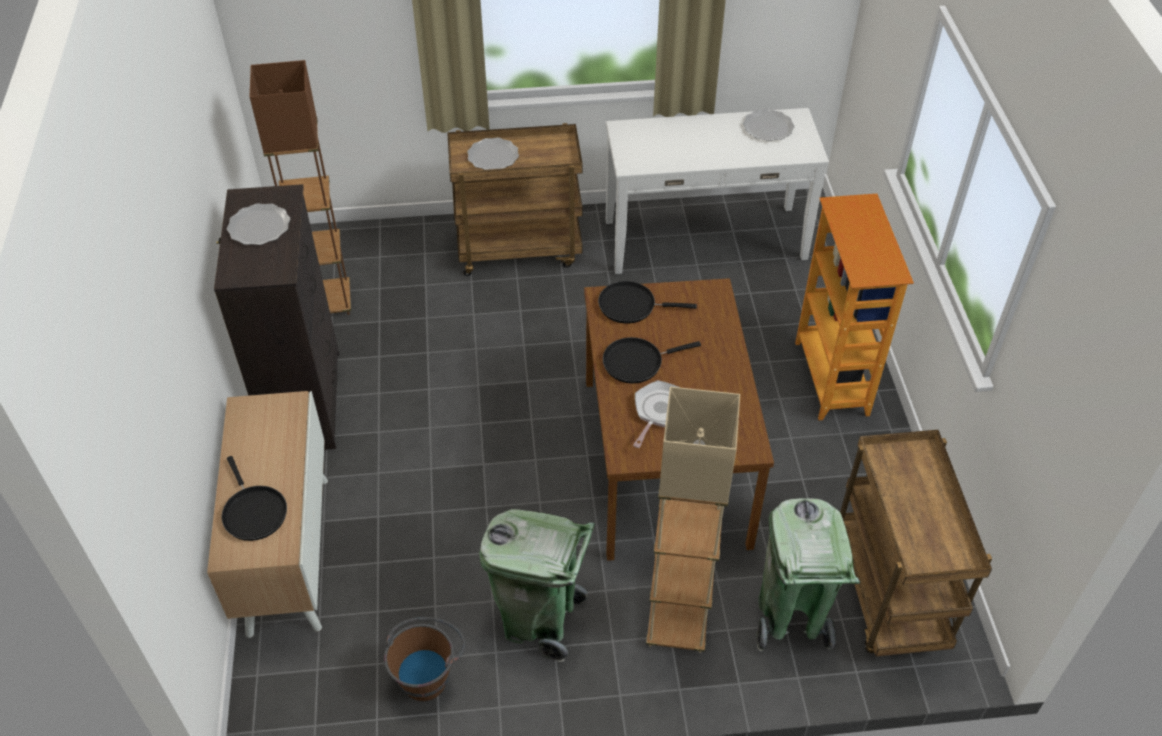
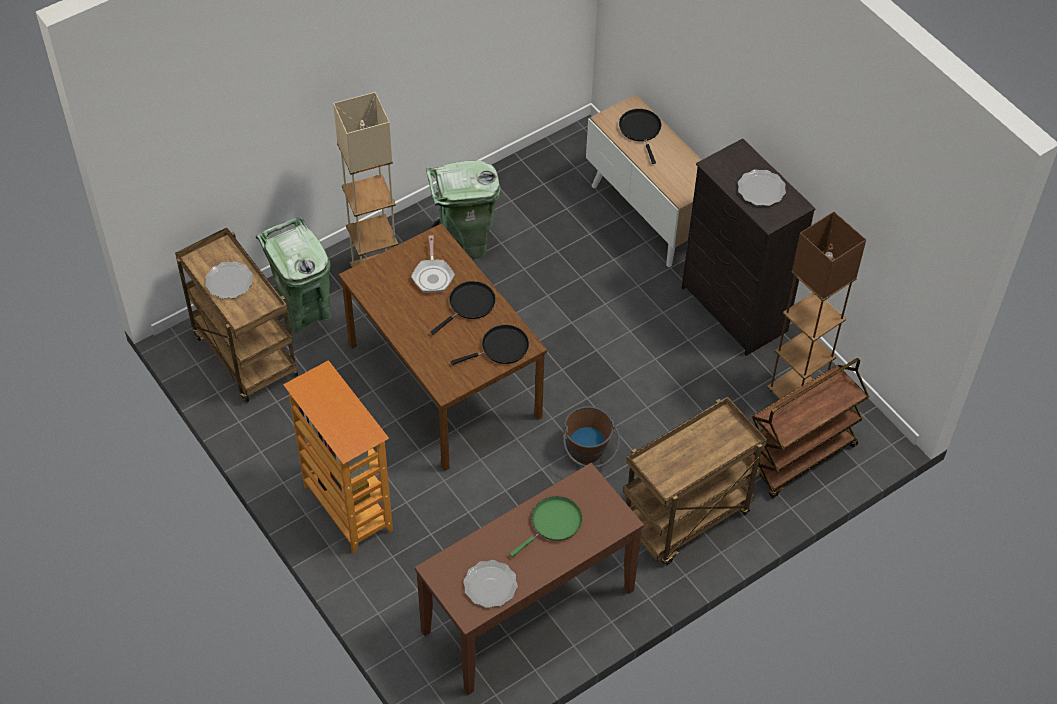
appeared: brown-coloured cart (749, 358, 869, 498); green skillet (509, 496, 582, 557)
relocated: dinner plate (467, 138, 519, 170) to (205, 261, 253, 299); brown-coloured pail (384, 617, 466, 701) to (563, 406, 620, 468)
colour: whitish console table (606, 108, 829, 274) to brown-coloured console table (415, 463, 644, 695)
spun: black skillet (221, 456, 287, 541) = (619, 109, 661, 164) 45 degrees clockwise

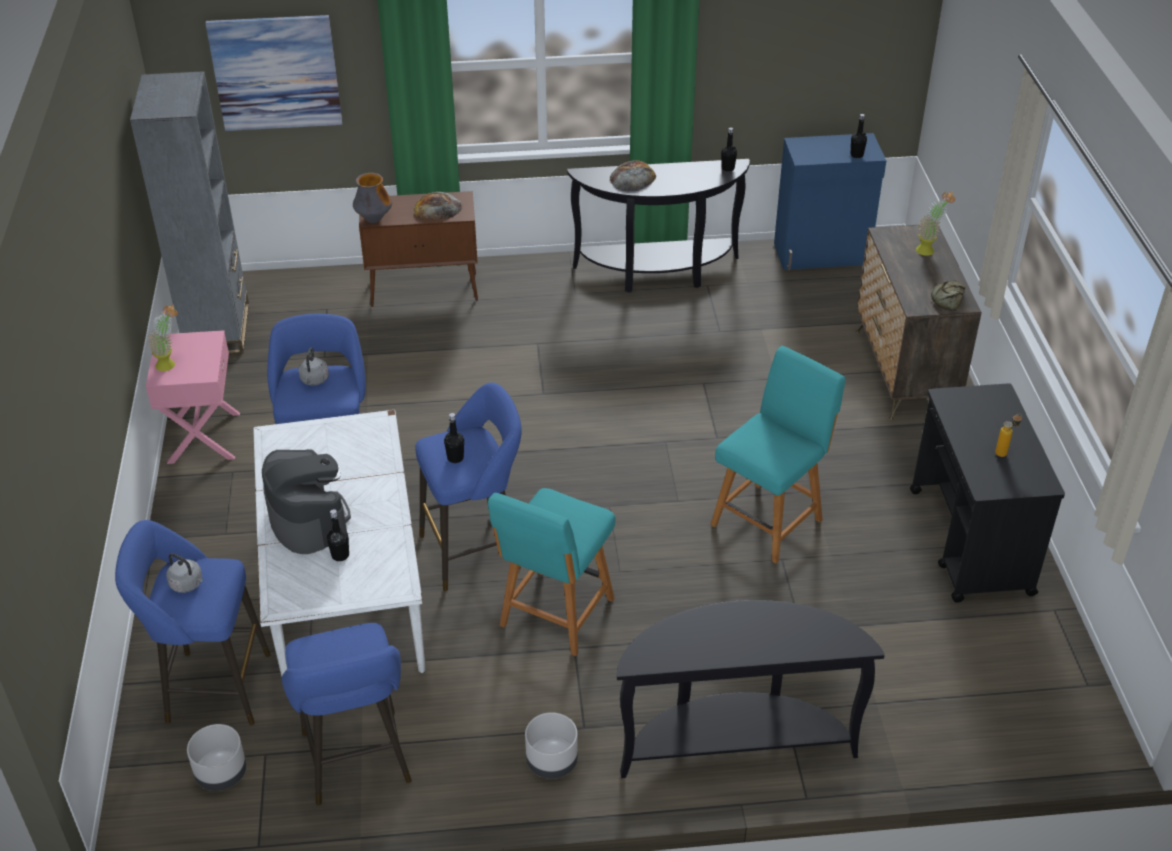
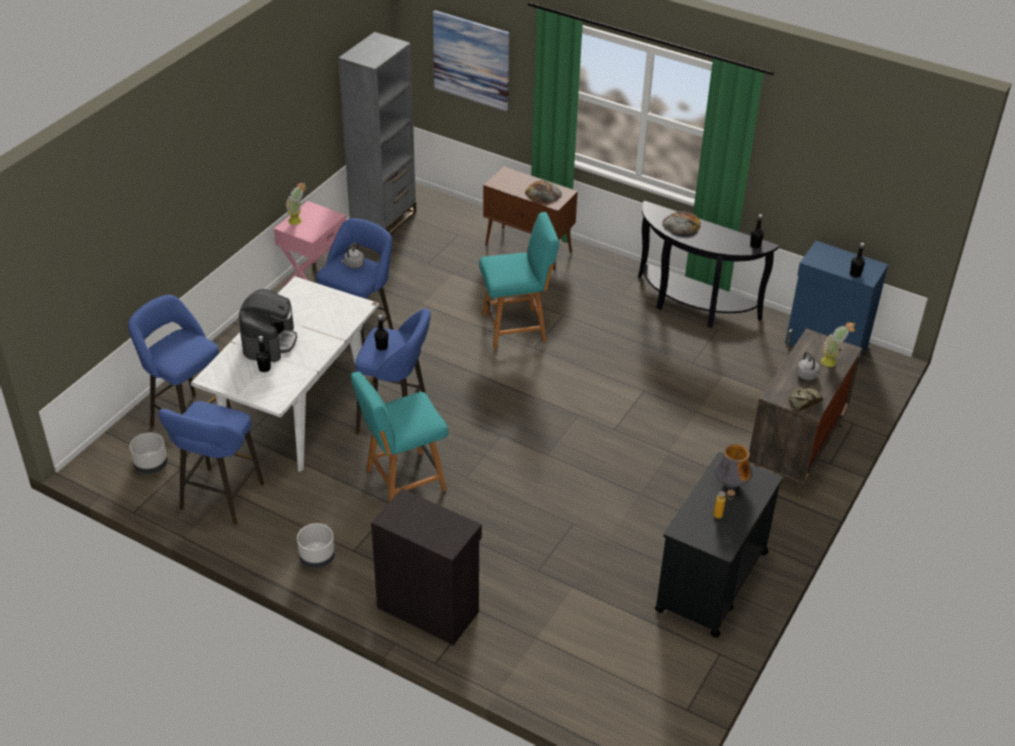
relocated: decorative vase (353, 173, 392, 223) to (714, 443, 753, 488); turquoise upright chair (710, 346, 846, 564) to (479, 212, 559, 349); gray tea kettle (166, 553, 203, 593) to (796, 352, 820, 380)
exchanged: black console table (617, 600, 885, 778) to black cupboard (371, 489, 482, 645)

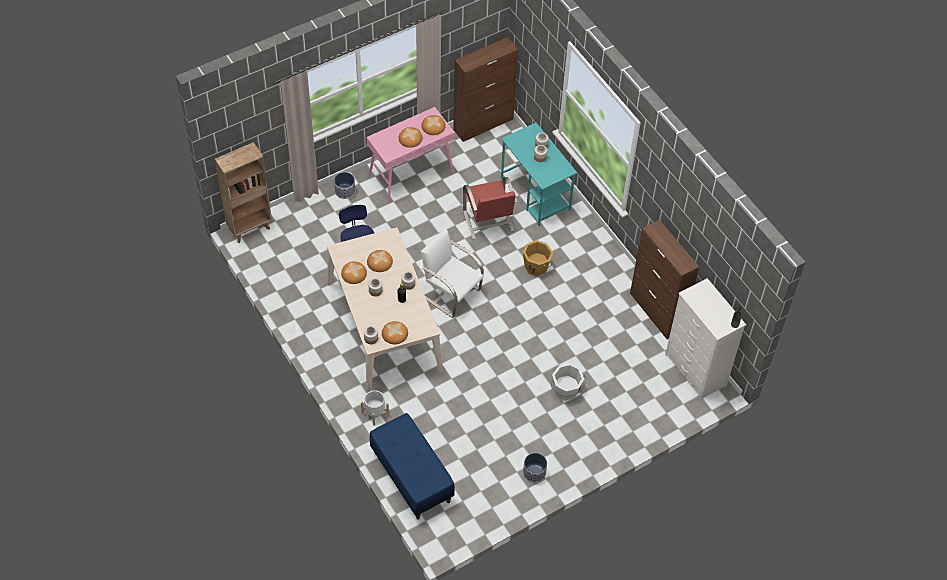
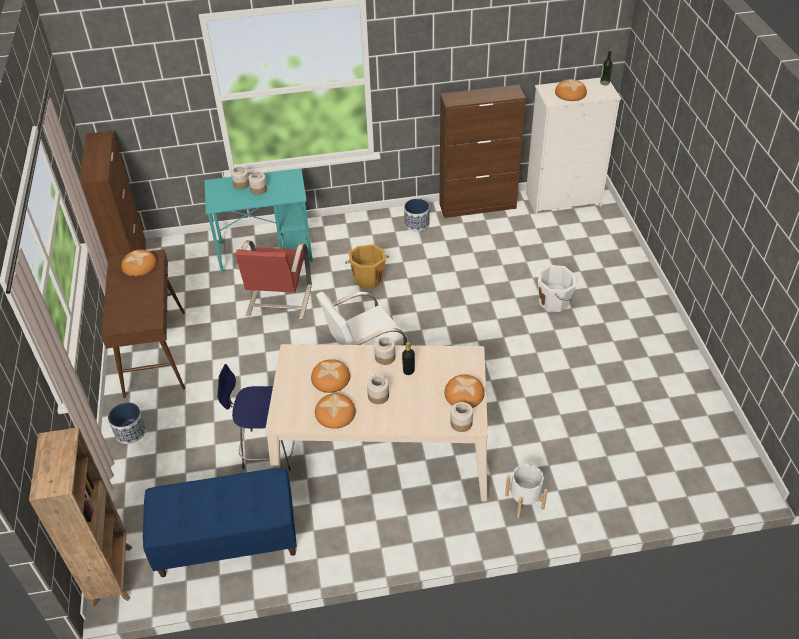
relocated: baked bread (399, 127, 422, 148) to (555, 79, 587, 101); bluish bench (370, 413, 455, 520) to (143, 467, 297, 577); planter (523, 453, 547, 483) to (404, 199, 429, 231)
colour: pink console table (366, 107, 455, 203) to brown-coloured console table (101, 249, 185, 398)
spun: red-coloured upright chair (463, 177, 517, 239) = (235, 240, 312, 319) 90 degrees clockwise

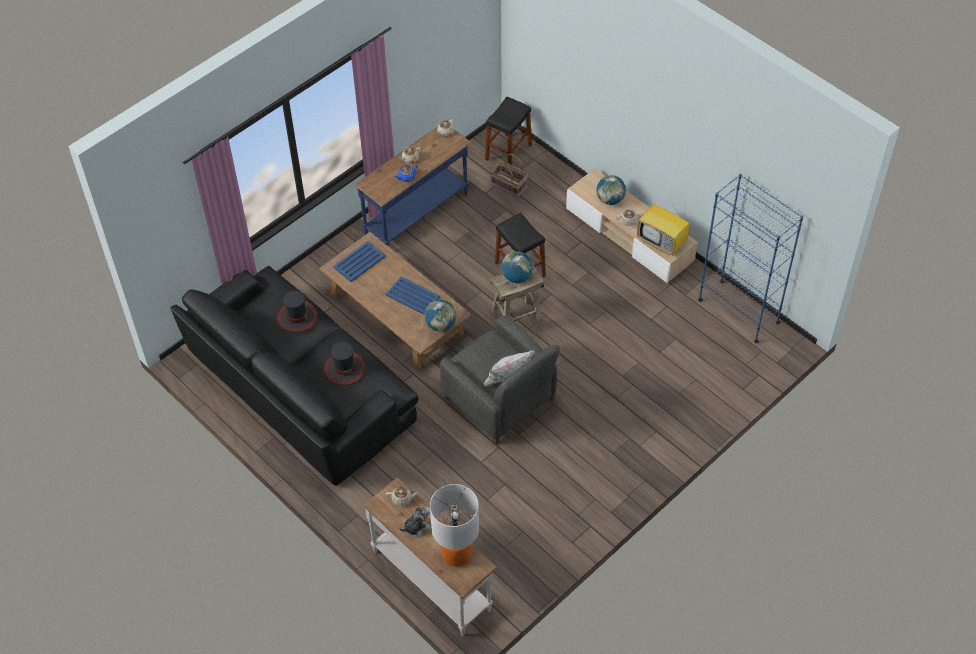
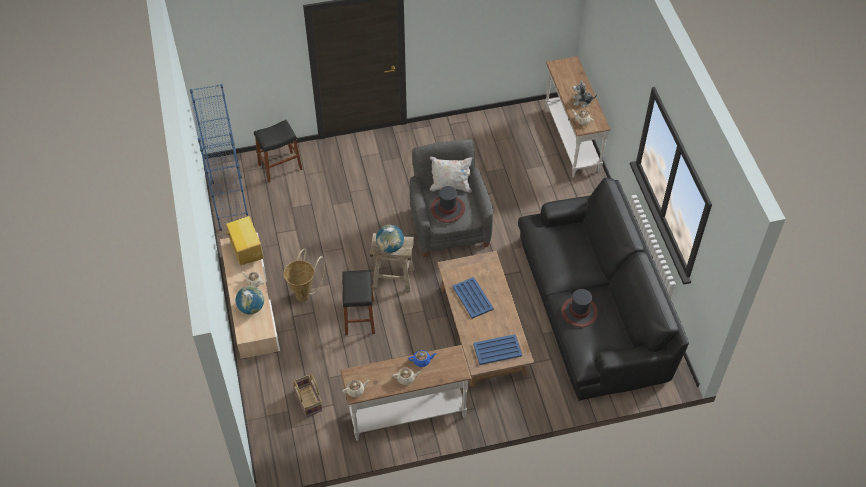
missing: desk globe (425, 300, 456, 331); tabletop lamp (430, 484, 479, 567)
appeared: basket (284, 249, 325, 301)
relocated: black sitting stool (485, 97, 532, 165) to (254, 120, 303, 183); clothing hat (324, 342, 365, 386) to (431, 186, 465, 223)
colour: bluish console table (355, 126, 472, 247) to whitish console table (340, 345, 472, 441)

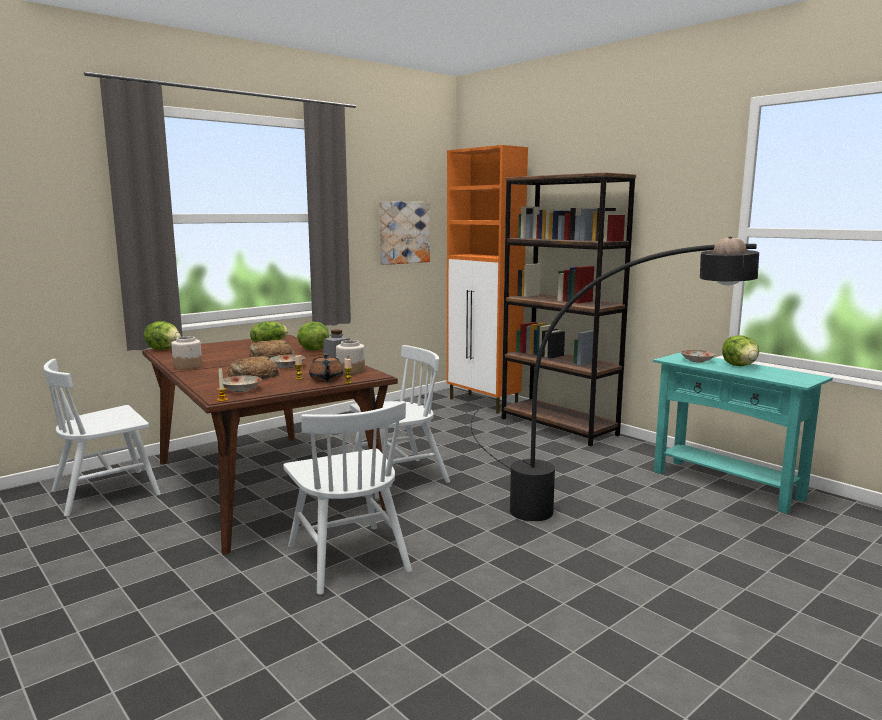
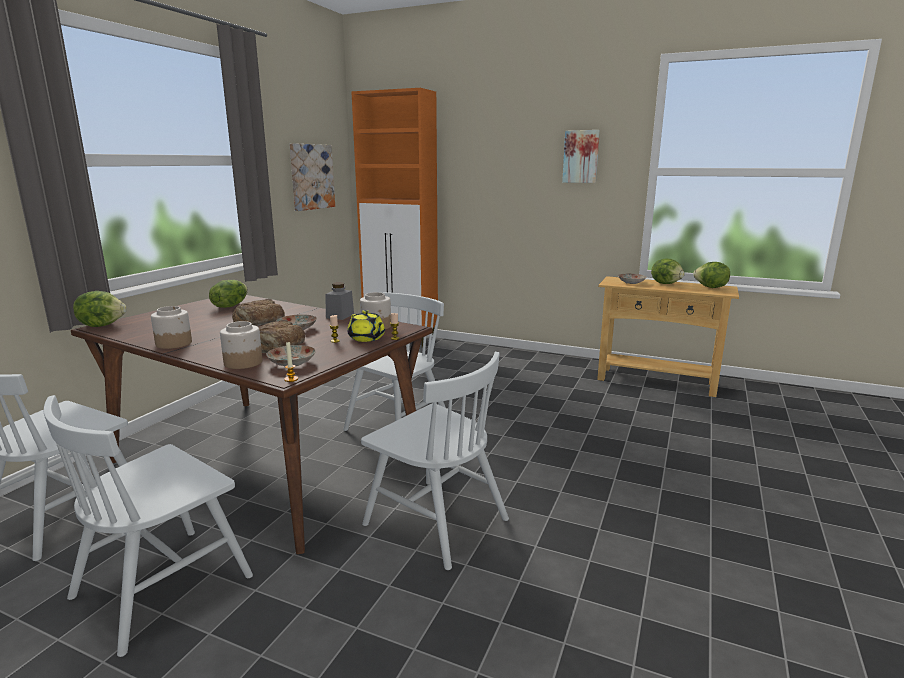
missing: brown-coloured shelving unit (502, 172, 636, 446); black standard lamp (471, 237, 759, 521)
appeared: wall picture (562, 130, 600, 183); jar (220, 321, 263, 369); whitish upright chair (44, 395, 253, 657)
relocated: lettuce head (297, 322, 329, 350) to (693, 262, 730, 288)
colour: turquoise console table (653, 352, 833, 514) to beige console table (597, 276, 739, 397); brown-coloured tea pot (309, 354, 343, 382) to yellowish tea pot (347, 310, 385, 342)

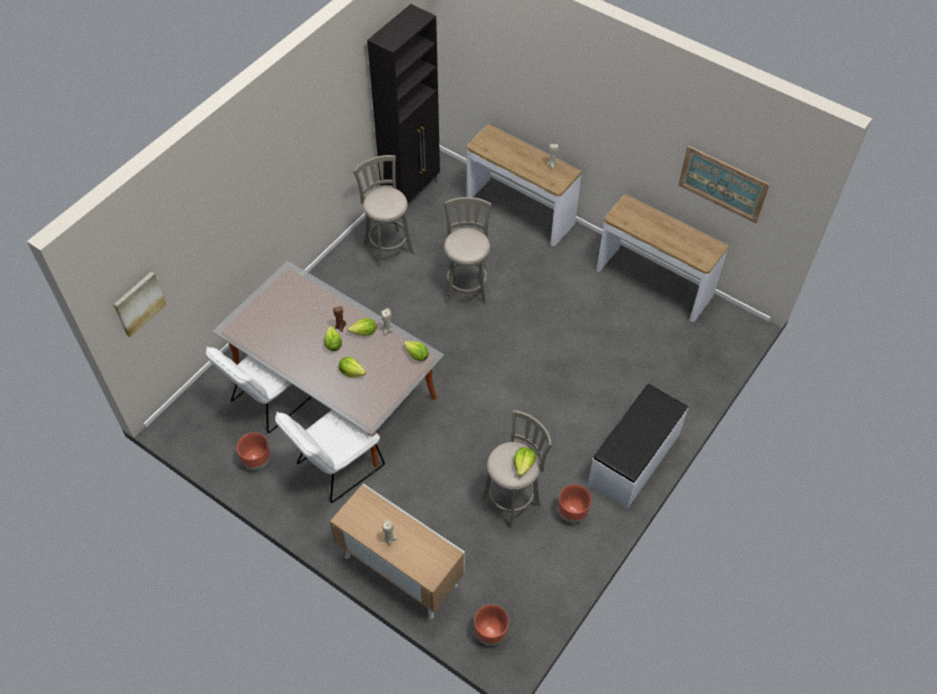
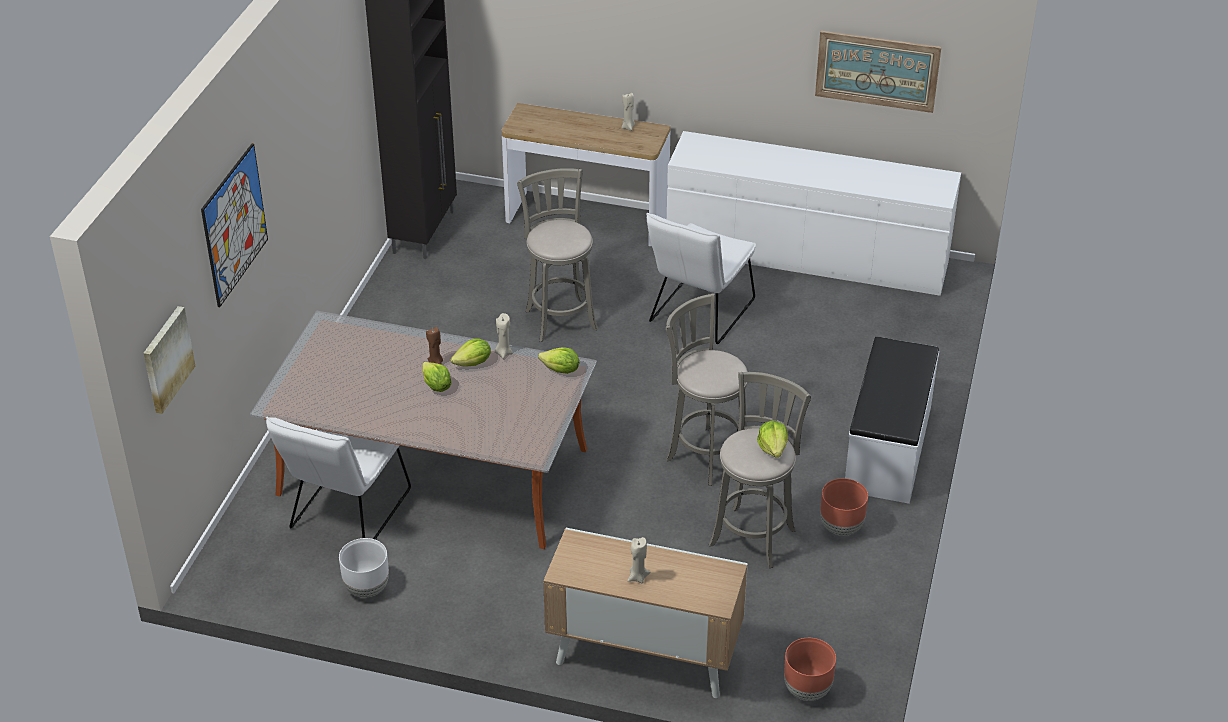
missing: lettuce head (339, 356, 366, 378)
appeared: wall picture (201, 143, 268, 307)
relocated: gray sitting stool (353, 155, 415, 268) to (666, 293, 748, 486); whitish upright chair (275, 410, 385, 503) to (646, 213, 756, 344)
exchanged: console table (597, 194, 729, 322) to whitish dresser (667, 131, 961, 296)
colour: brown-coloured planter (237, 433, 271, 470) to whitish planter (339, 538, 389, 598)

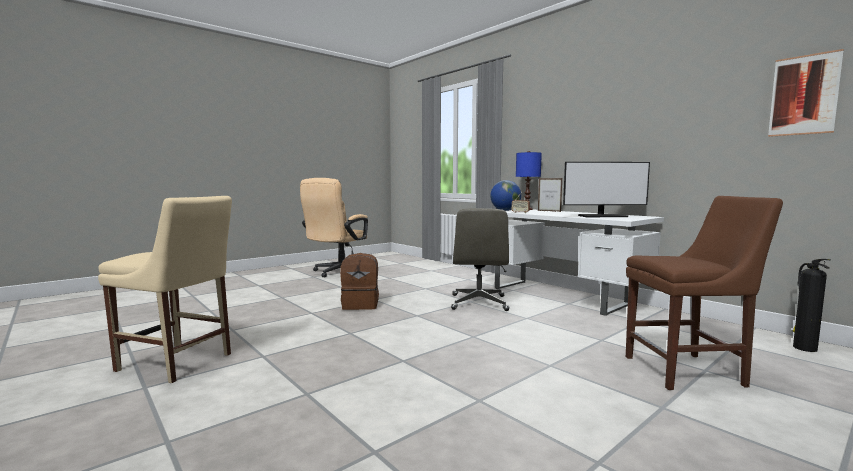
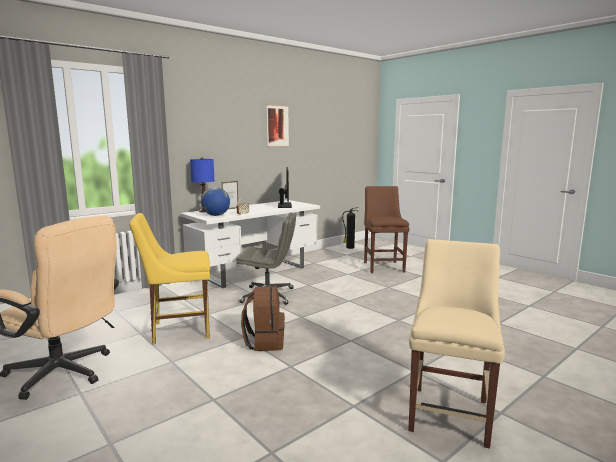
appeared: yellowish upright chair (129, 213, 210, 344)
relocated: wall picture (768, 49, 844, 137) to (267, 104, 289, 147)

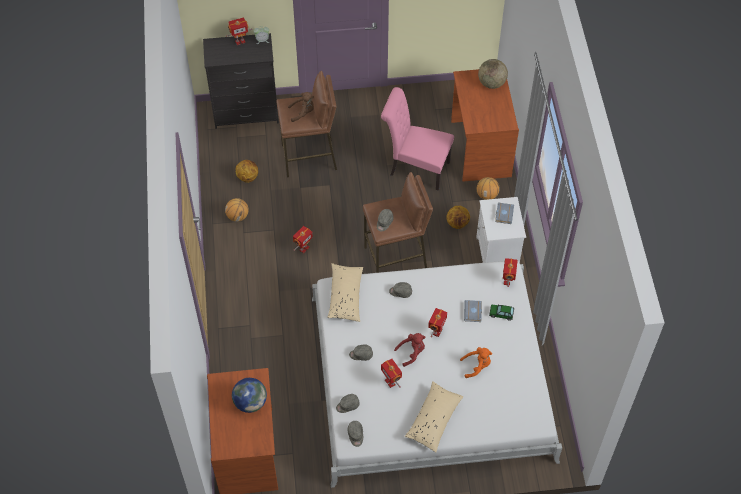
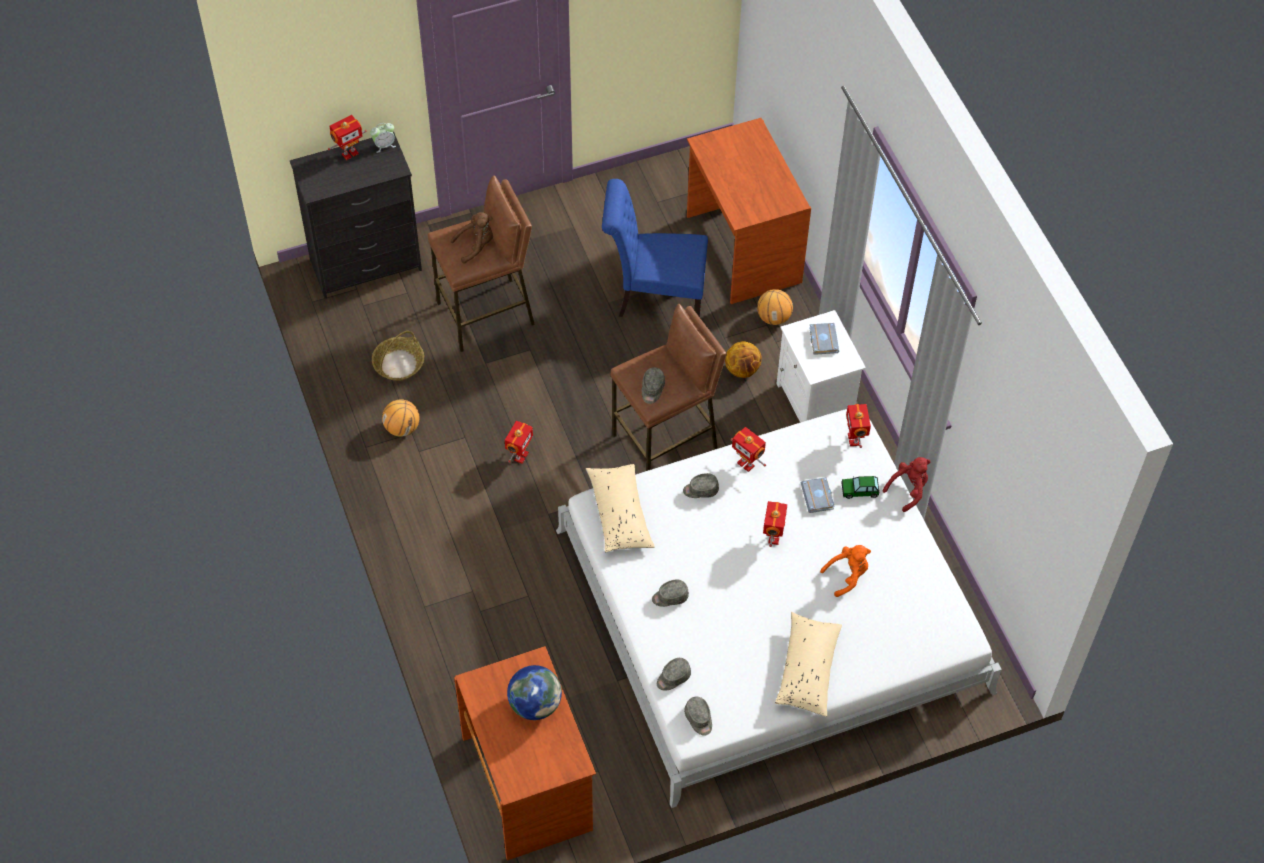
missing: desk globe (478, 59, 508, 89)
relocated: red-coloured cuddly toy (394, 333, 425, 367) to (883, 457, 930, 512); toy robot (381, 359, 402, 388) to (730, 427, 766, 472)
exchanged: ball for basketball (236, 160, 258, 183) to basket (372, 331, 424, 381)
colour: pink upright chair (381, 87, 454, 191) to bluish upright chair (602, 179, 708, 317)

